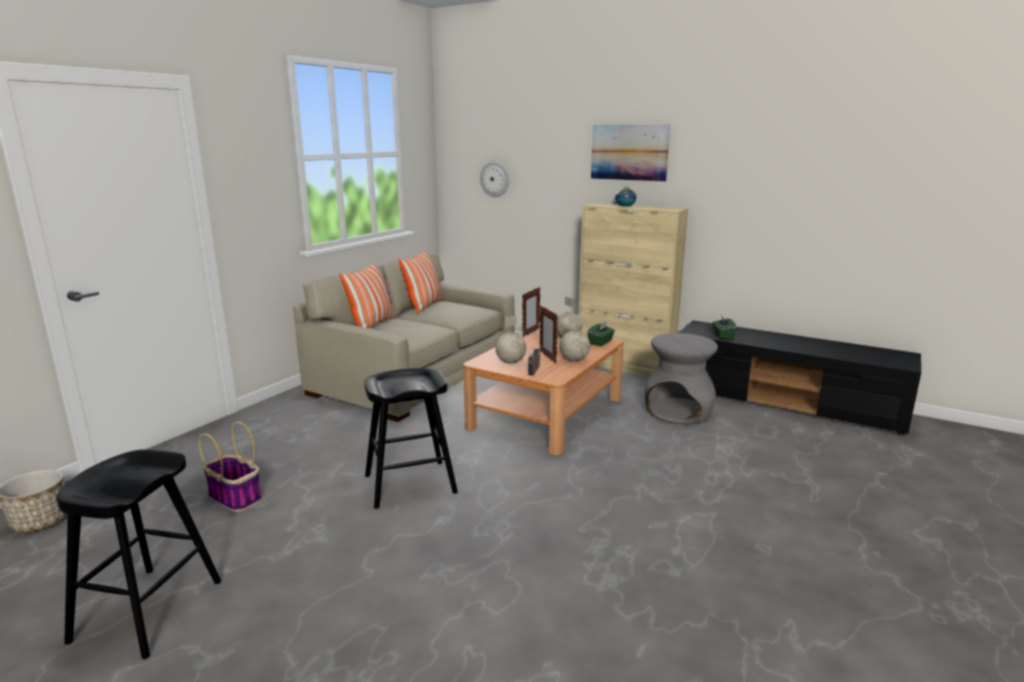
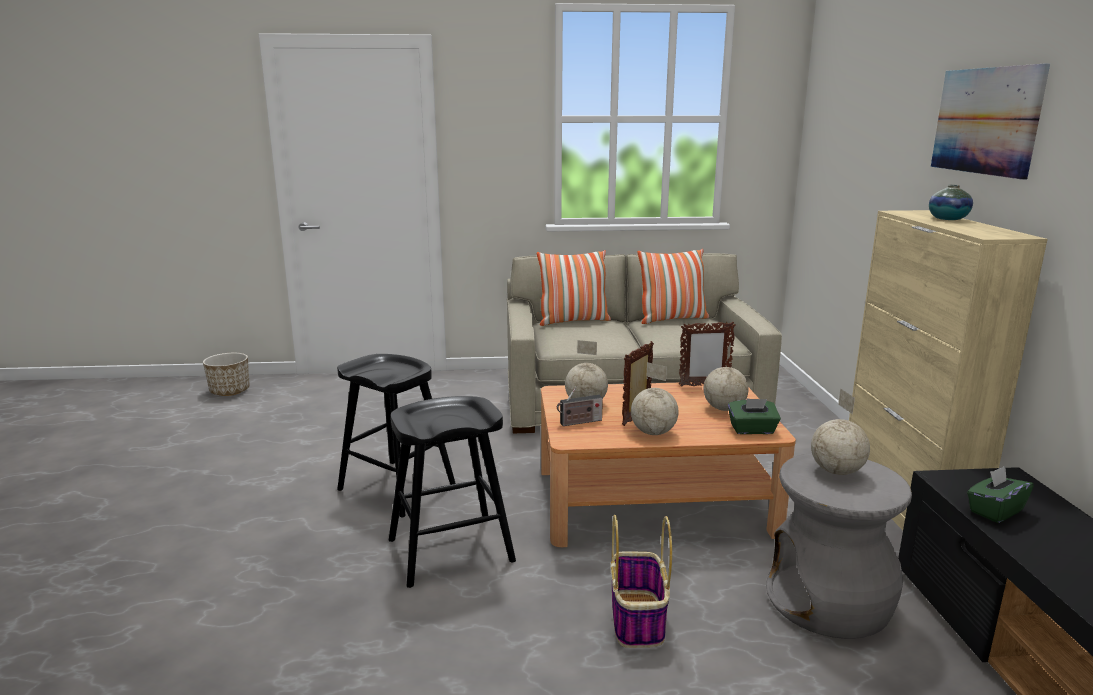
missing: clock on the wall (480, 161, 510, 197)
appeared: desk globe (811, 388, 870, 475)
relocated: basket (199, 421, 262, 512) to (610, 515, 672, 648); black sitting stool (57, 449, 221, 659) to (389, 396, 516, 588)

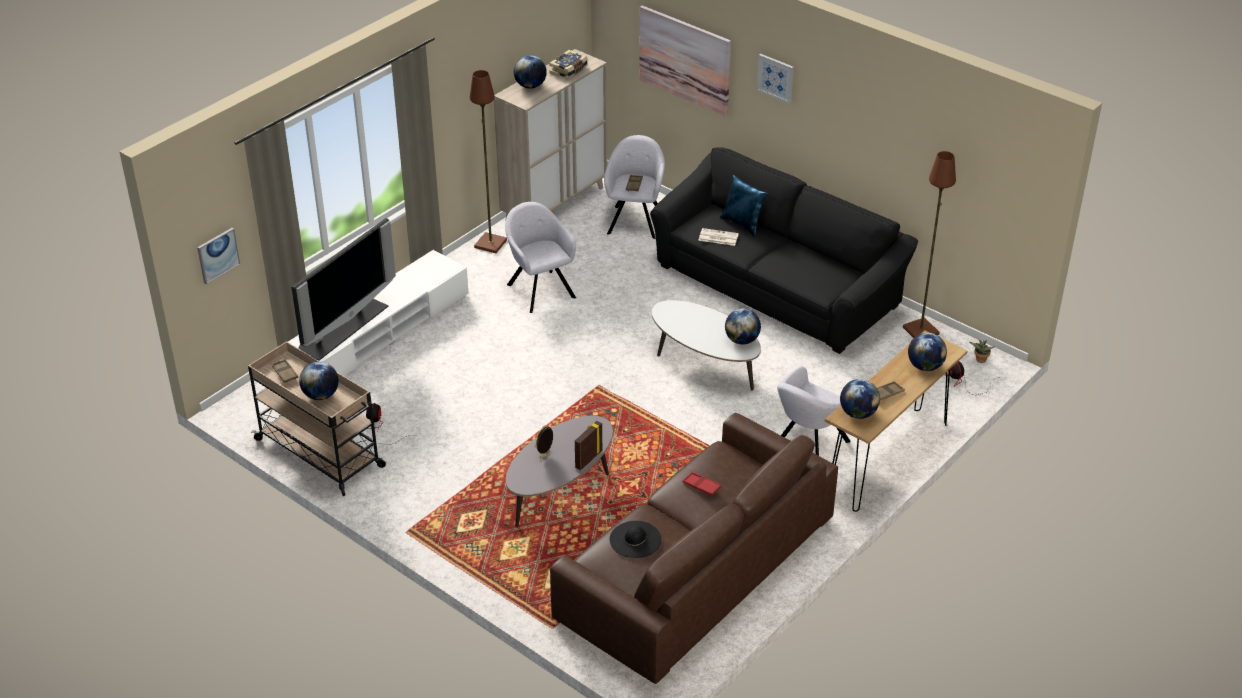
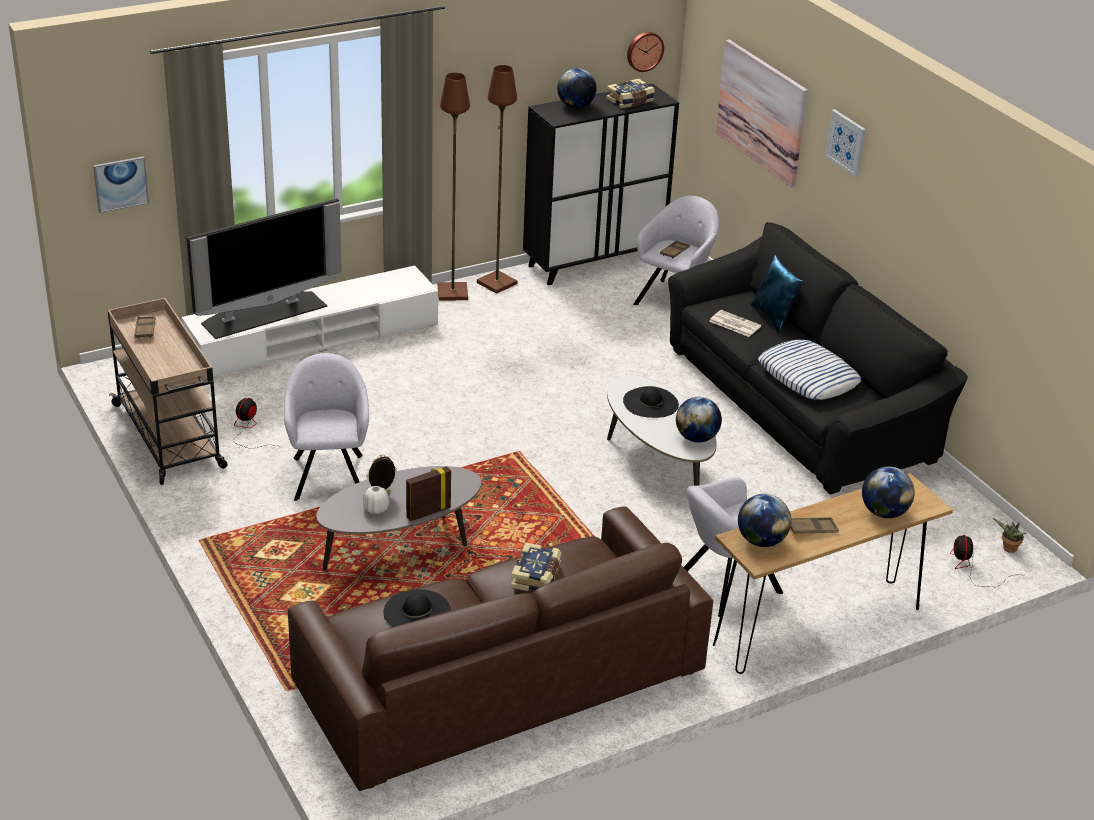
missing: desk globe (299, 361, 339, 400)
appeared: clock on the wall (627, 32, 664, 72); cushion (758, 340, 861, 400); black clothing hat (623, 386, 679, 418); whitish decorative vase (363, 486, 389, 514)
relocated: brown-coloured standard lamp (903, 151, 956, 338) to (438, 73, 470, 301); gray lounge chair (505, 202, 576, 313) to (284, 353, 369, 501)
exchanged: red-coloured serving tray (682, 472, 721, 496) to bound book (511, 542, 561, 591)
colour: beige cupboard (494, 49, 608, 222) to black cupboard (523, 83, 679, 285)

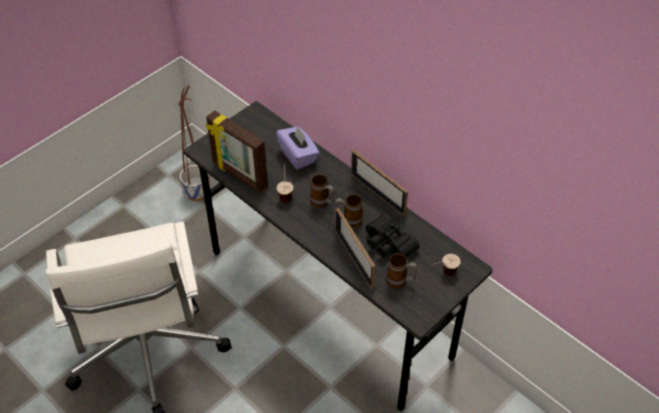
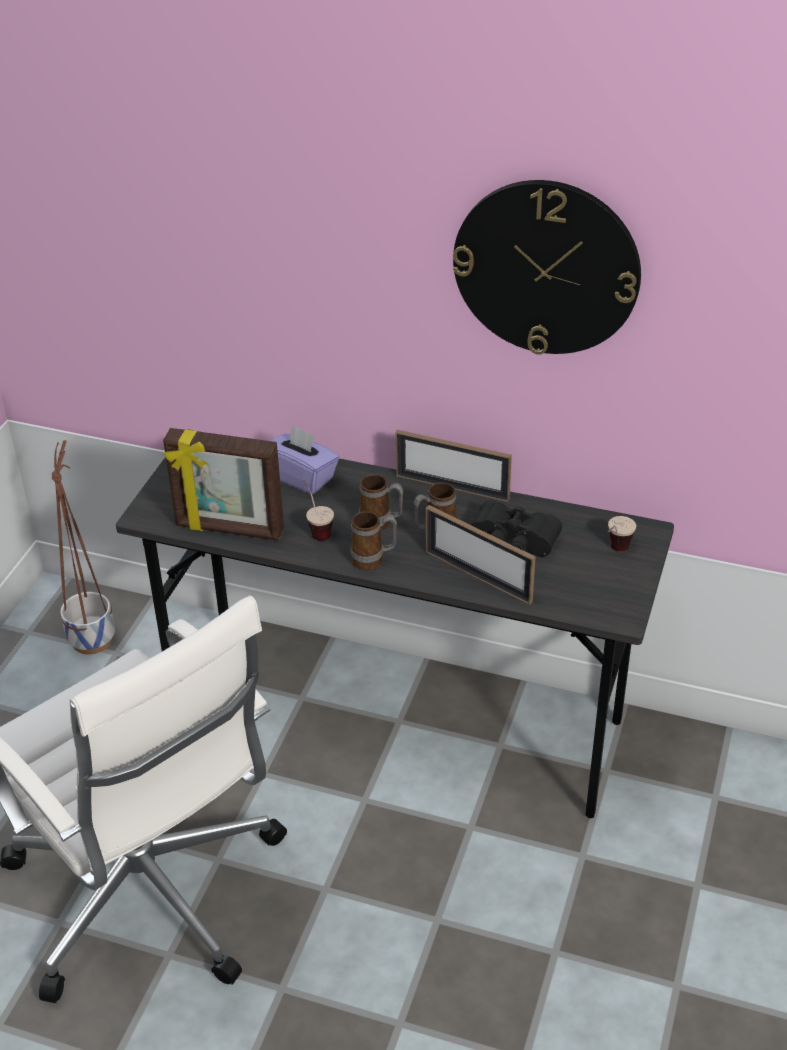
appeared: clock on the wall (453, 180, 641, 355)
relocated: coffee mug (386, 253, 418, 289) to (350, 511, 397, 570)

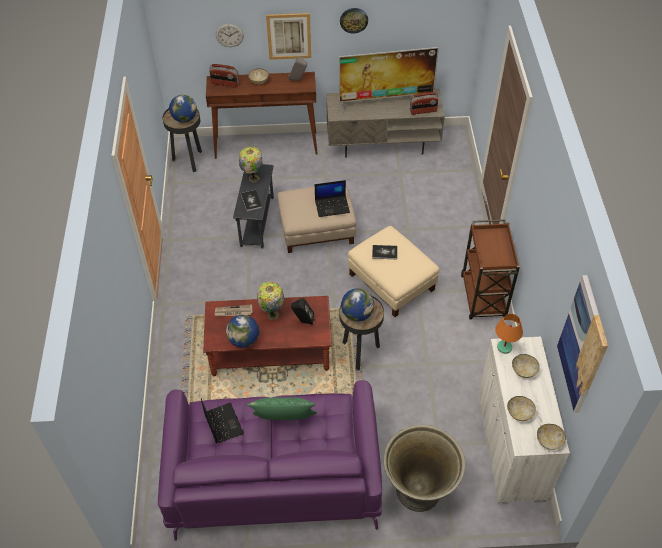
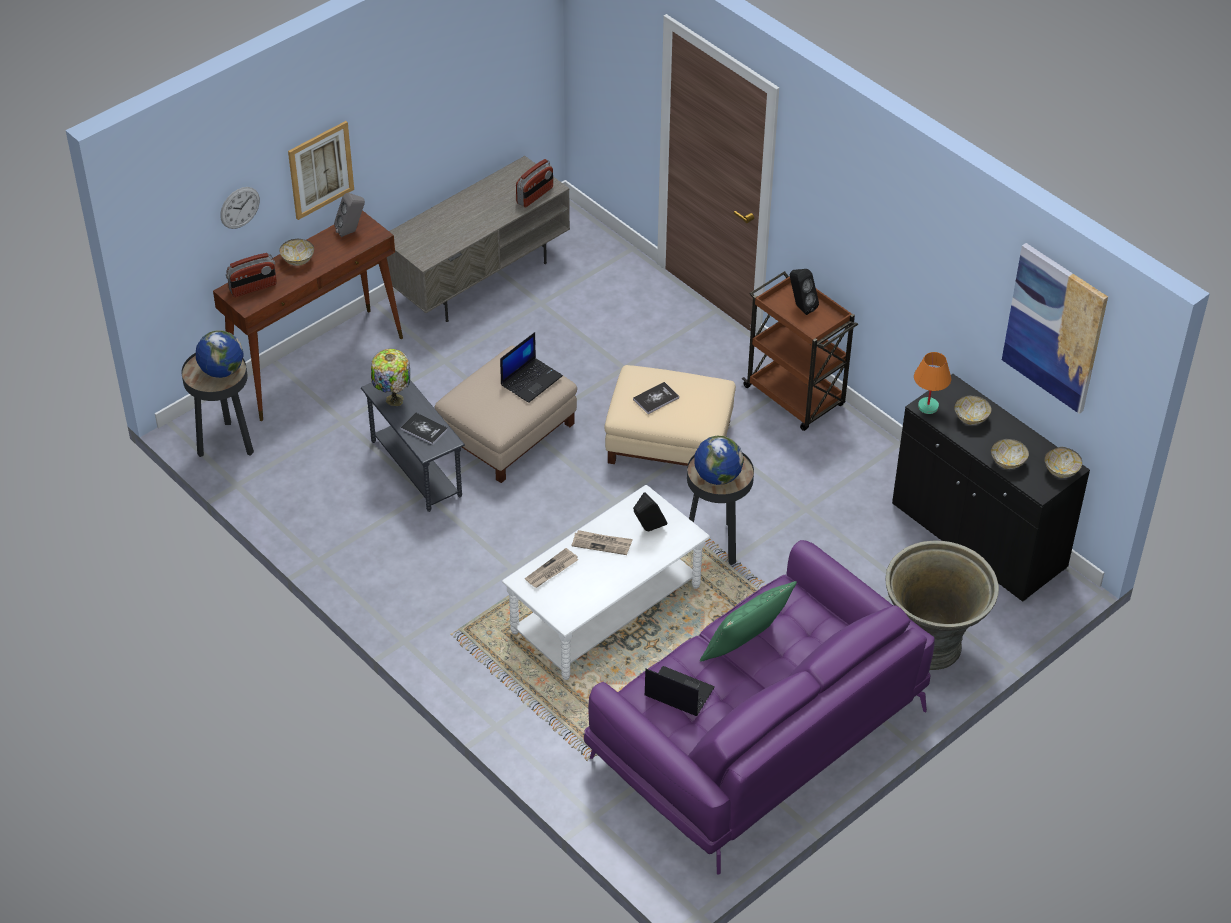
missing: clock on the wall (340, 8, 368, 34); TV (339, 47, 439, 114); desk globe (226, 315, 259, 348)
appeared: black speaker (790, 269, 819, 315)
exchanged: tabletop lamp (257, 282, 284, 320) to newspaper (571, 530, 633, 555)
colour: brown-coloured low table (203, 296, 332, 376) to whitish low table (502, 485, 710, 680); whitish cupboard (478, 337, 570, 503) to black cupboard (892, 374, 1090, 602)

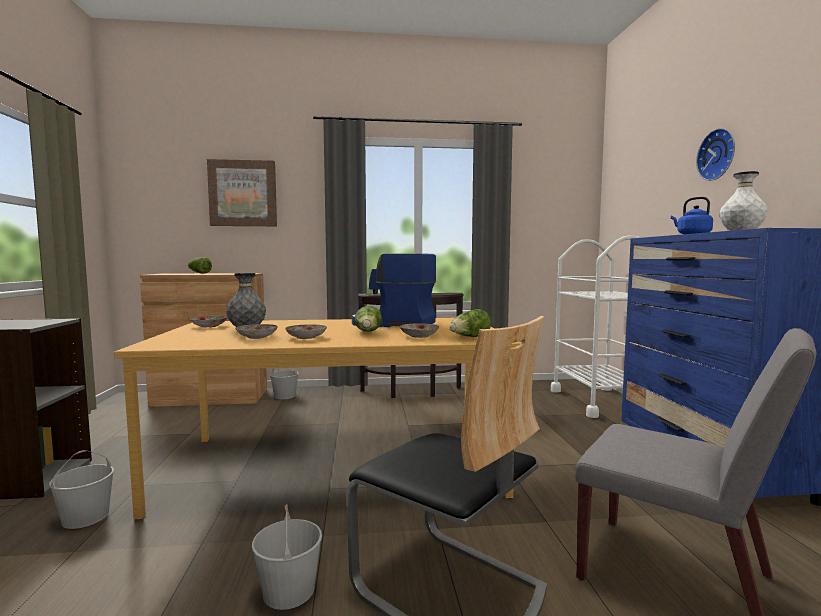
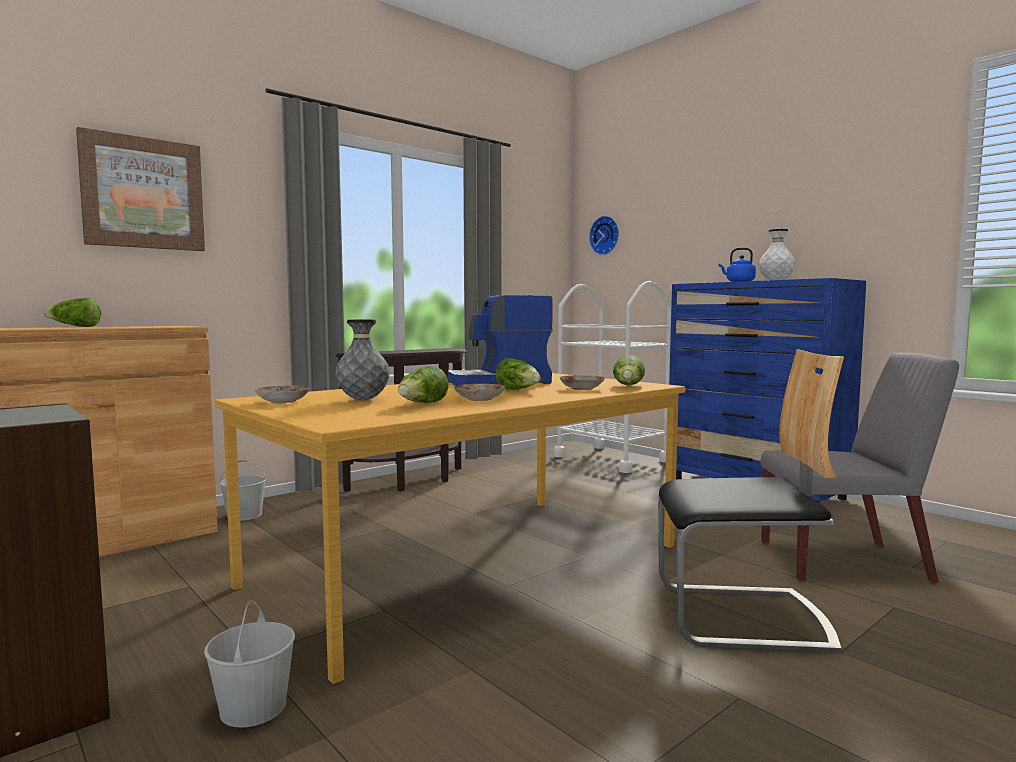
missing: whitish pail (252, 504, 322, 610)
relocated: clock on the wall (696, 128, 735, 181) to (589, 216, 619, 255)
exchanged: dinner plate (235, 324, 278, 339) to lettuce head (398, 366, 448, 403)

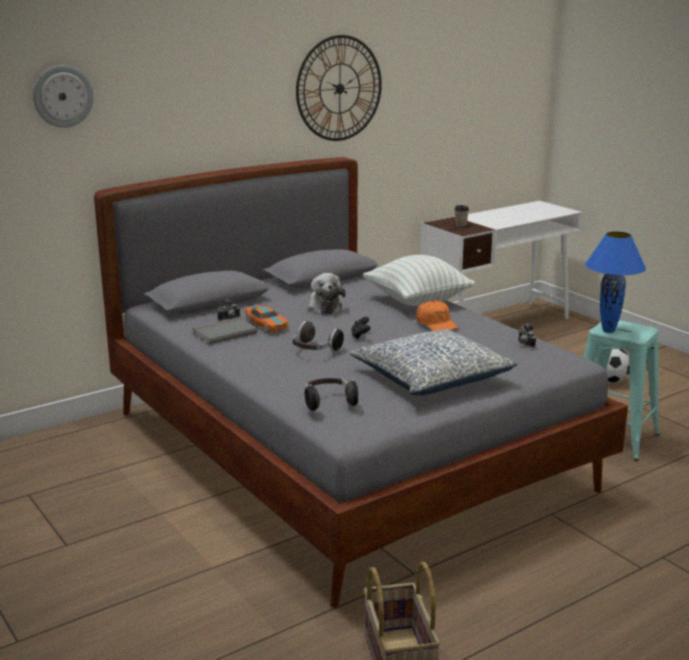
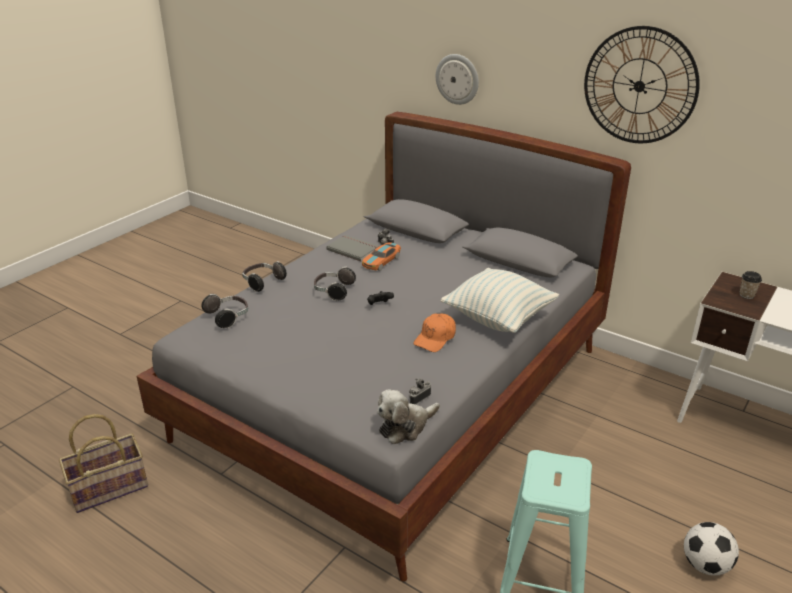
missing: bluish tabletop lamp (585, 231, 646, 333); cushion (350, 329, 517, 395)
appeared: headphones (242, 261, 287, 292)
relocated: clock on the wall (33, 65, 94, 128) to (436, 54, 479, 105); cuddly toy (307, 273, 346, 314) to (377, 389, 440, 444)

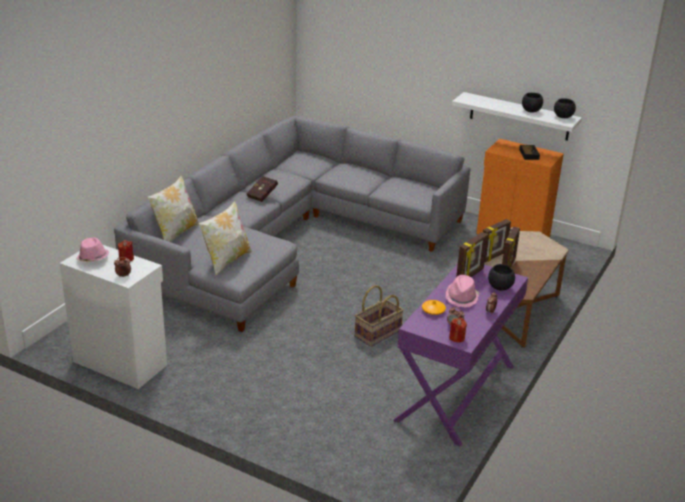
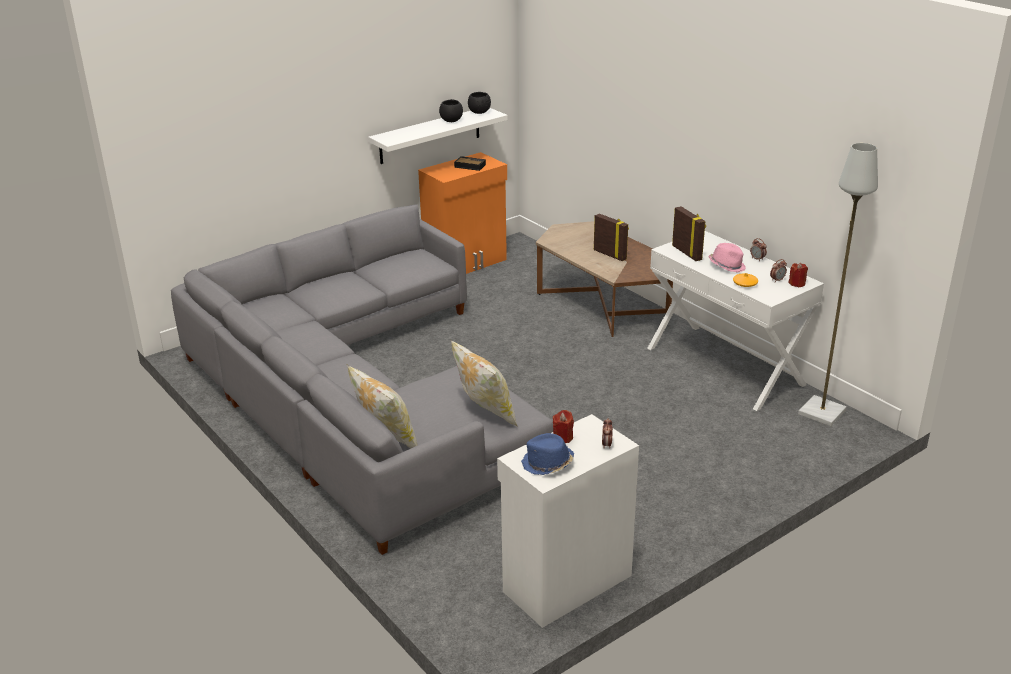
missing: red-coloured bound book (246, 176, 278, 202); picture frame (483, 219, 511, 263); black deep dish (488, 264, 515, 291); basket (355, 285, 404, 347)
appeared: gray standard lamp (798, 143, 878, 426)
colour: pink clothing hat (76, 238, 109, 262) to bluish clothing hat (521, 433, 574, 475); purplish console table (393, 264, 528, 447) to whitish console table (647, 231, 824, 411)

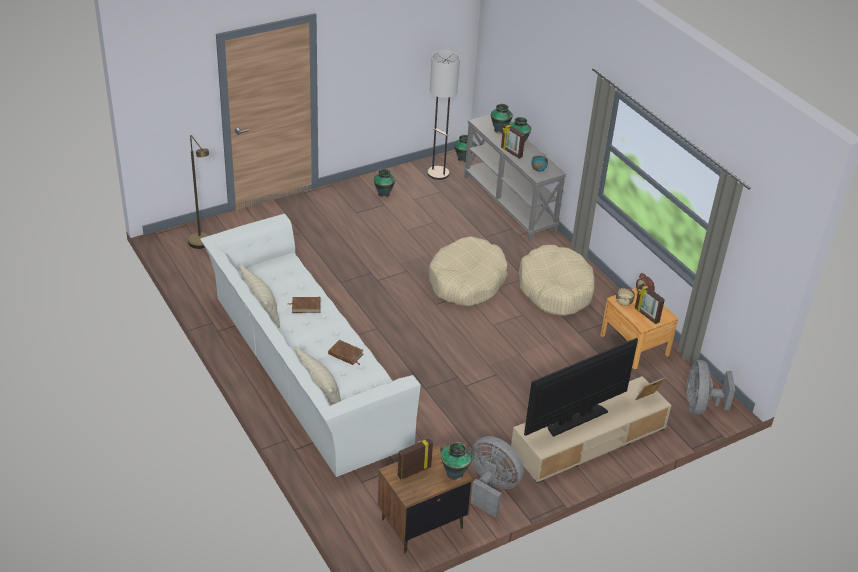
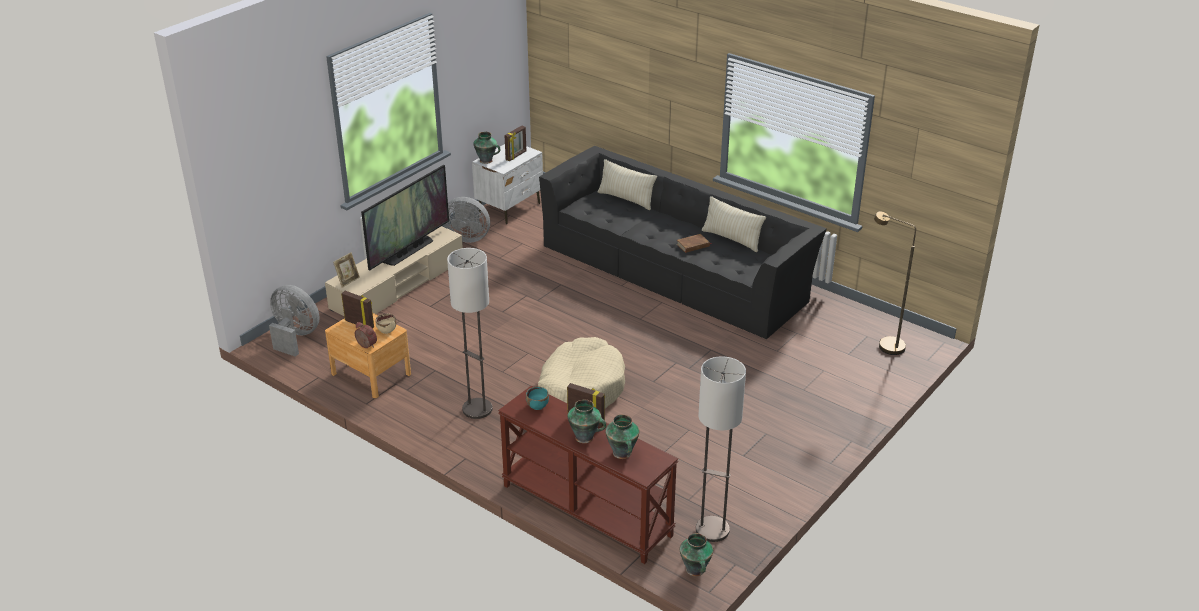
missing: decorative vase (374, 169, 395, 198); brown-coloured bound book (328, 340, 364, 365)
exchanged: beige dog bed (519, 245, 595, 316) to standard lamp (447, 248, 493, 419)
colour: gray console table (464, 114, 567, 241) to brown-coloured console table (498, 386, 679, 564); whitish couch (200, 214, 421, 477) to black couch (539, 146, 827, 339); brown-coloured night table (378, 443, 473, 553) to whitish night table (472, 144, 543, 224)
spun: gray electric fan (686, 360, 735, 415) = (269, 285, 320, 357) 45 degrees counterclockwise

